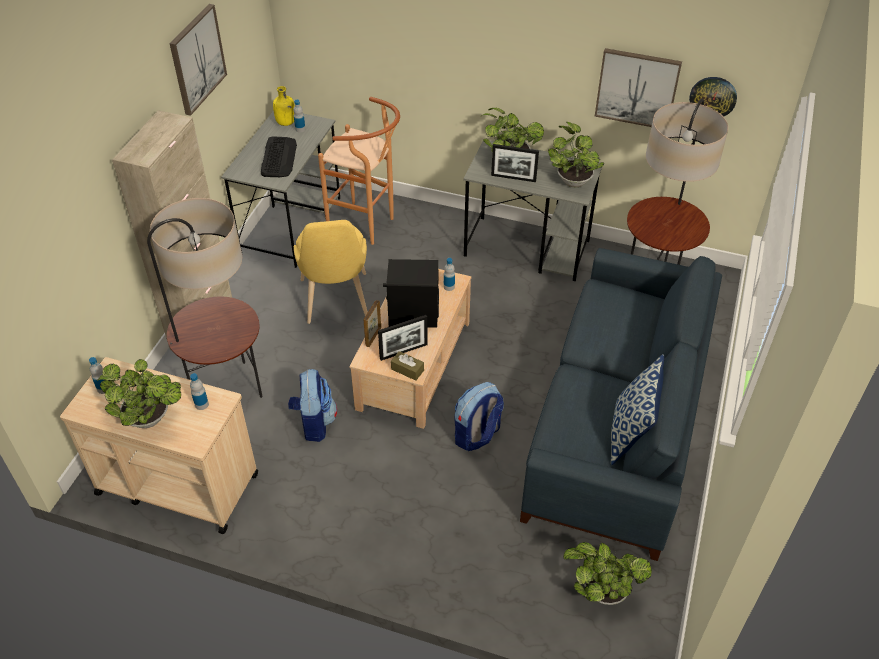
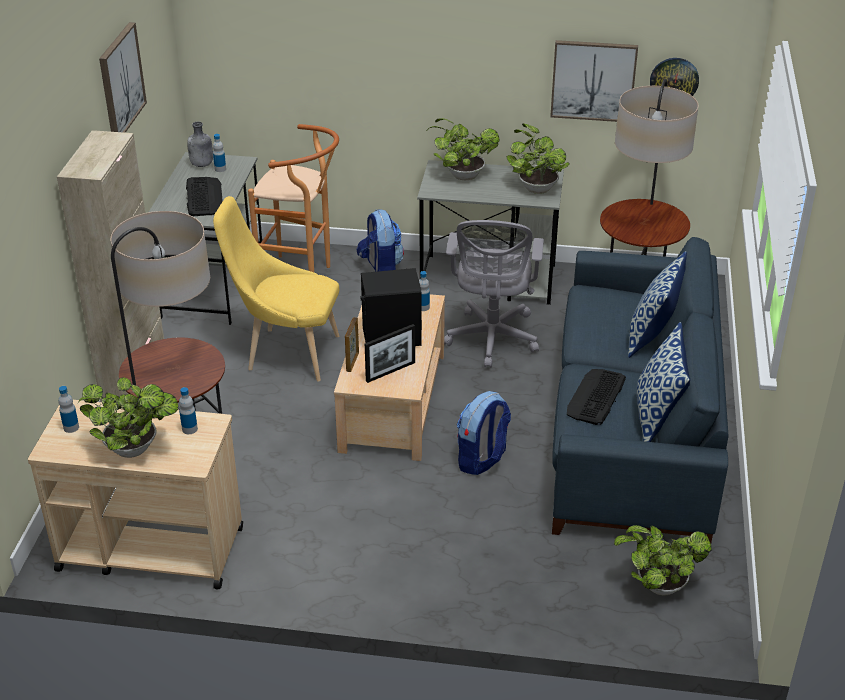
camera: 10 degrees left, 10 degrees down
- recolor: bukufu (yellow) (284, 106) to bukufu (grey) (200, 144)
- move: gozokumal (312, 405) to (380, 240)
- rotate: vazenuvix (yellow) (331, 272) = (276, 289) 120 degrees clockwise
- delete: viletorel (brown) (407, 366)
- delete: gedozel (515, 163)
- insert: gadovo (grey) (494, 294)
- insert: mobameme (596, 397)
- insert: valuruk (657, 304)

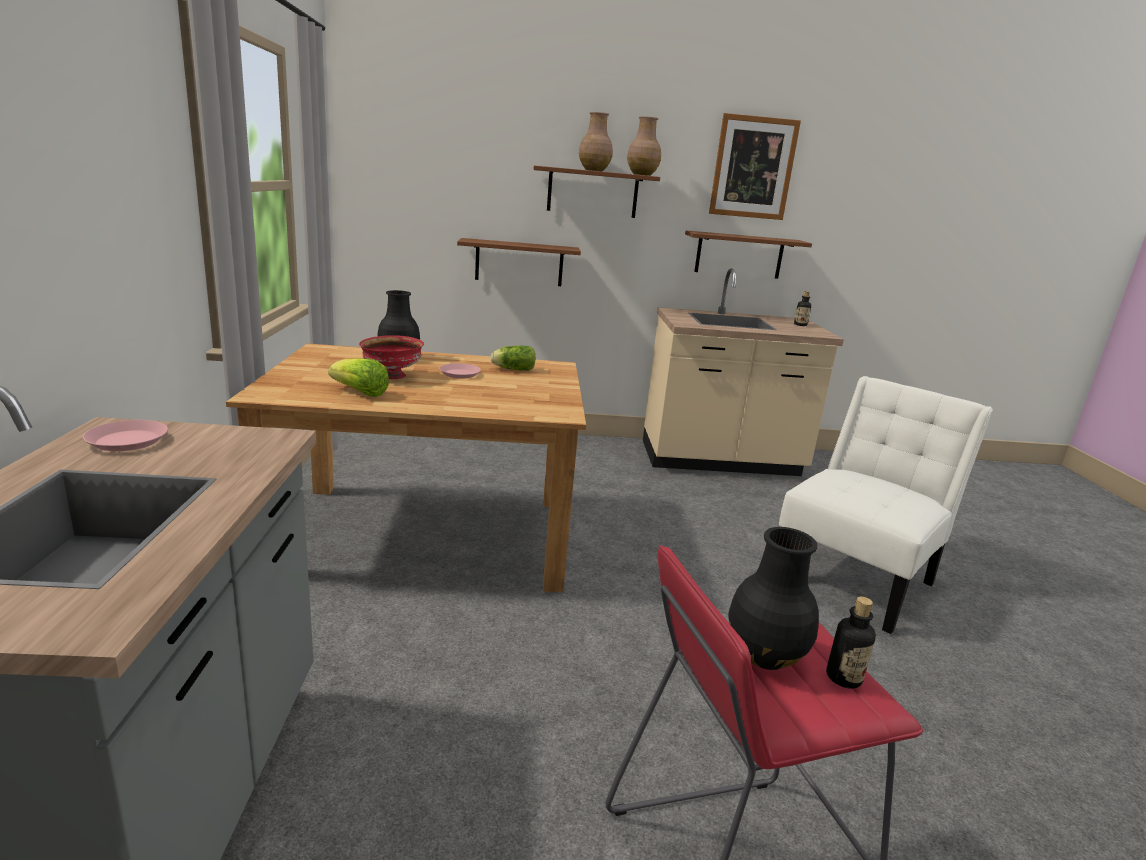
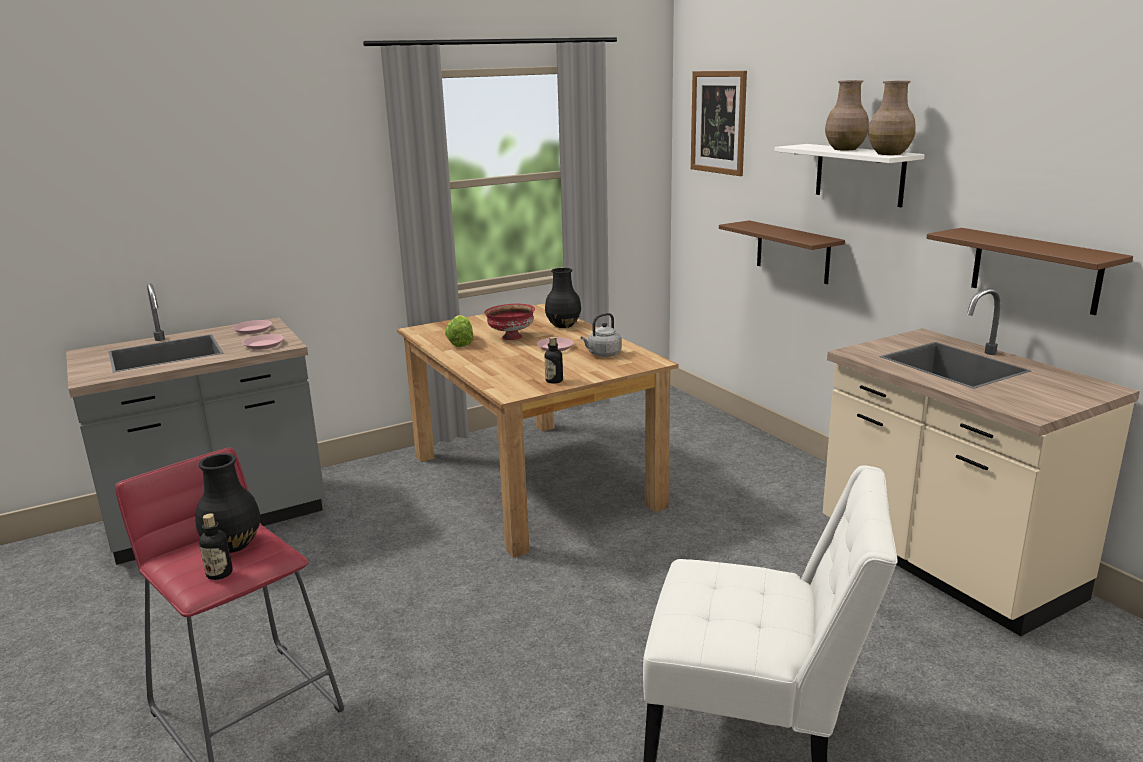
camera: 65 degrees right, 0 degrees up
- replace: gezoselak (512, 358) to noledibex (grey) (601, 335)
- recolor: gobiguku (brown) (596, 192) to gobiguku (white) (850, 175)
- move: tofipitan (755, 166) to (719, 123)
- move: bukufu (802, 308) to (554, 360)
- insert: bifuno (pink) (263, 342)

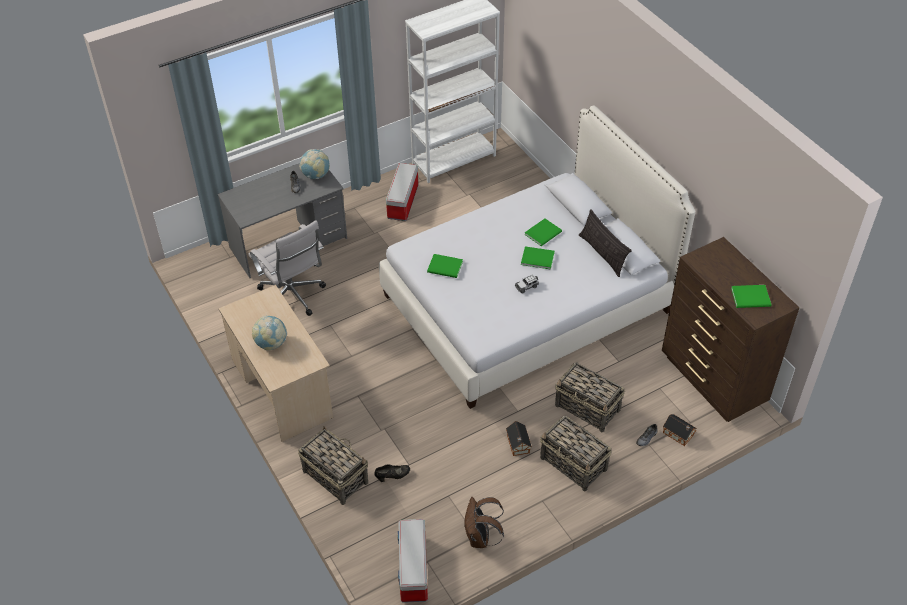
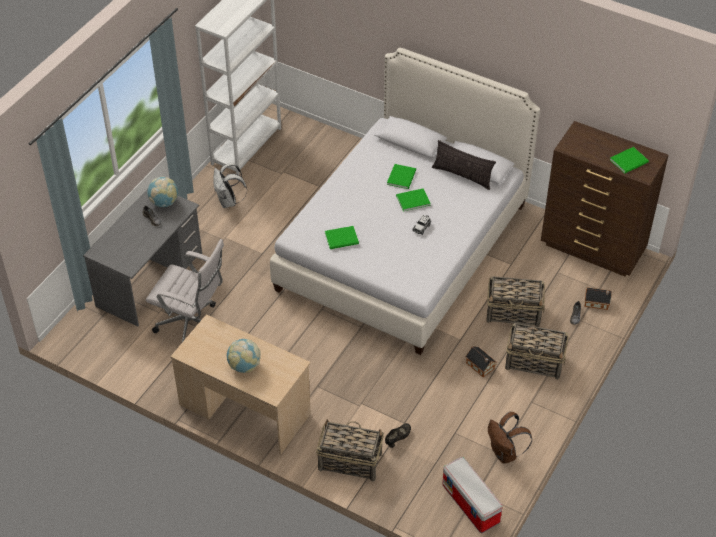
camera: 30 degrees left, 0 degrees up
- replace: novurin (402, 192) to gozokumal (white) (230, 185)

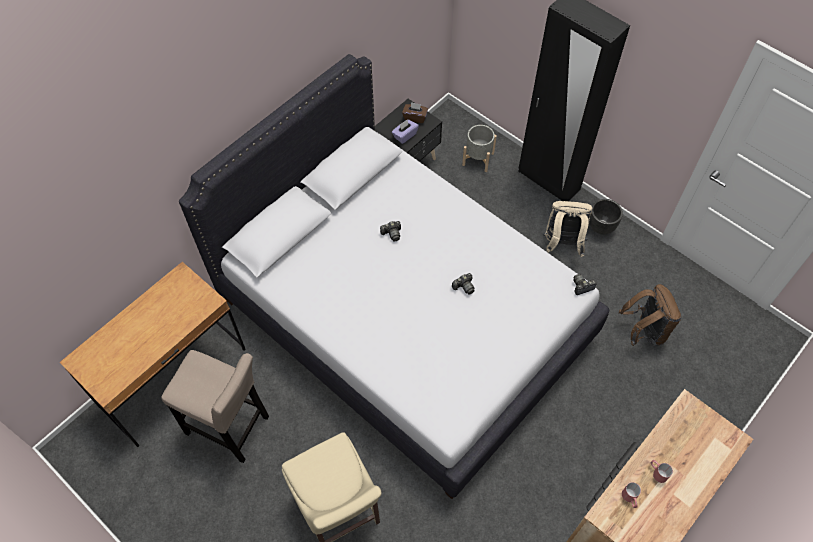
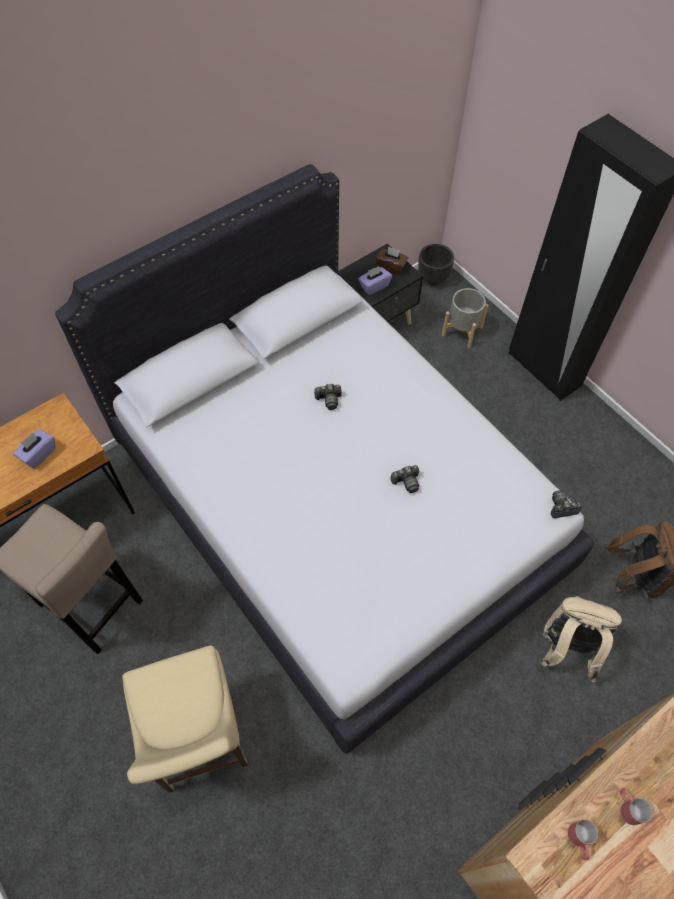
camera: 10 degrees right, 0 degrees up
- move: gozokumal (beige) (568, 229) to (581, 639)
- move: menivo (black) (606, 217) to (436, 264)
- insert: viletorel (purple) (34, 448)

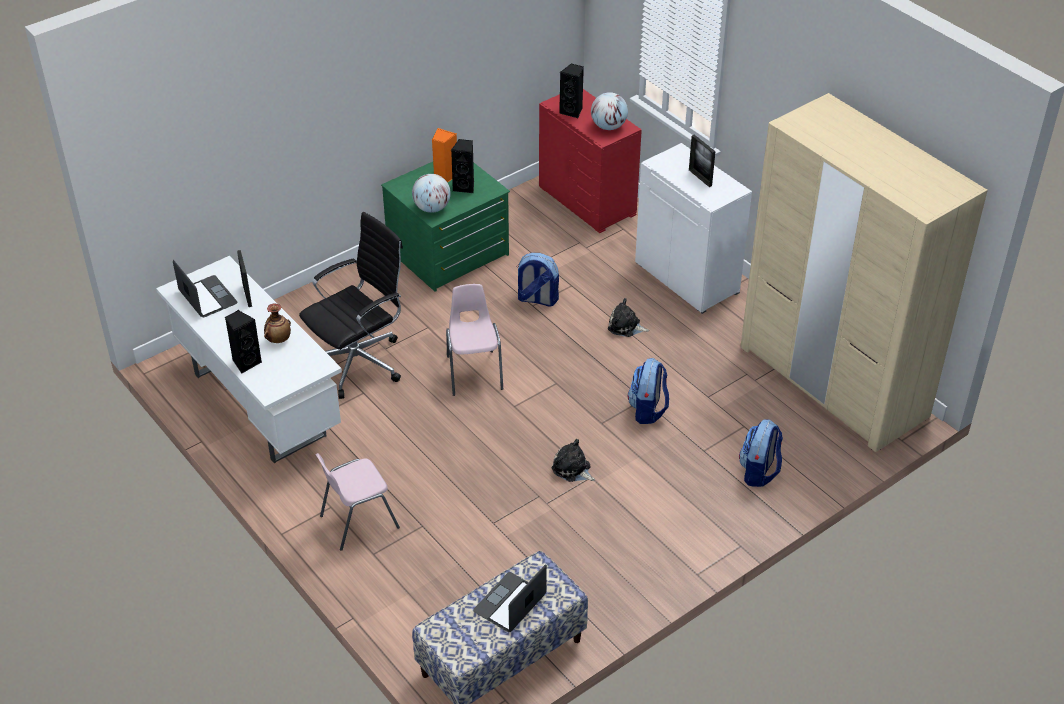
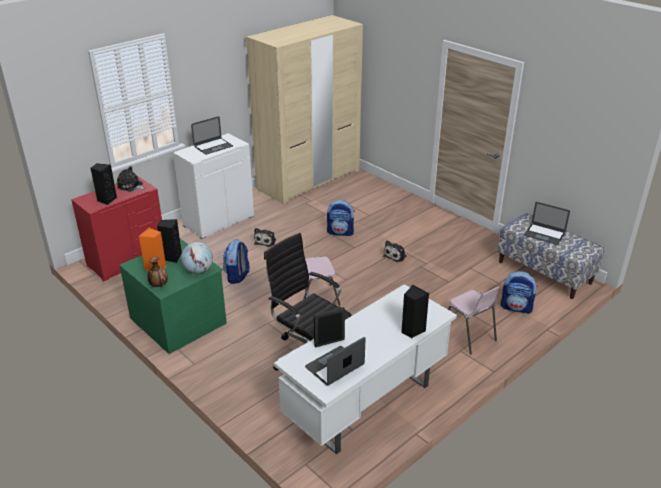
camera: 95 degrees left, 10 degrees down
- move: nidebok (277, 323) to (157, 271)
- replace: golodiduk (609, 111) to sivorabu (131, 179)
- replace: gedozel (702, 161) to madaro (212, 135)
- move: gozokumal (761, 453) to (519, 292)

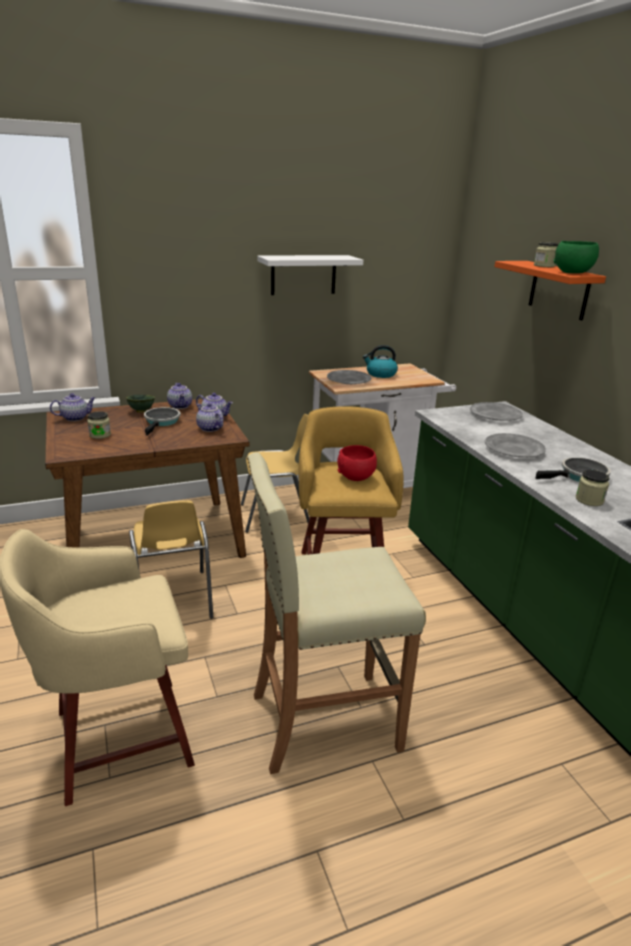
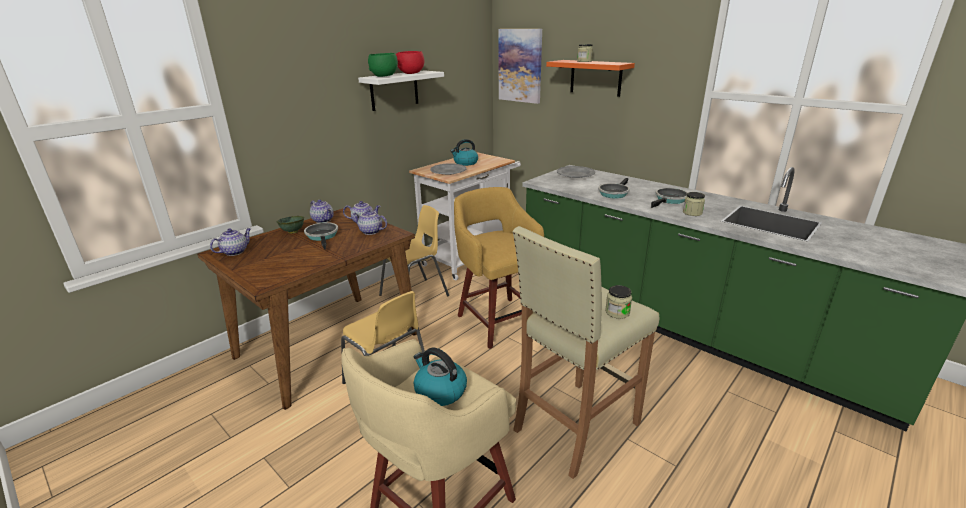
camera: 25 degrees left, 0 degrees up
- move: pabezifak (99, 425) to (618, 302)
- move: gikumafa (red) (357, 463) to (410, 62)
- replace: bifuno (grey) (515, 445) to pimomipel (614, 188)
- move: gikumafa (green) (576, 257) to (383, 65)
- insert: noledibex (440, 377)
- insert: tofipitan (520, 66)

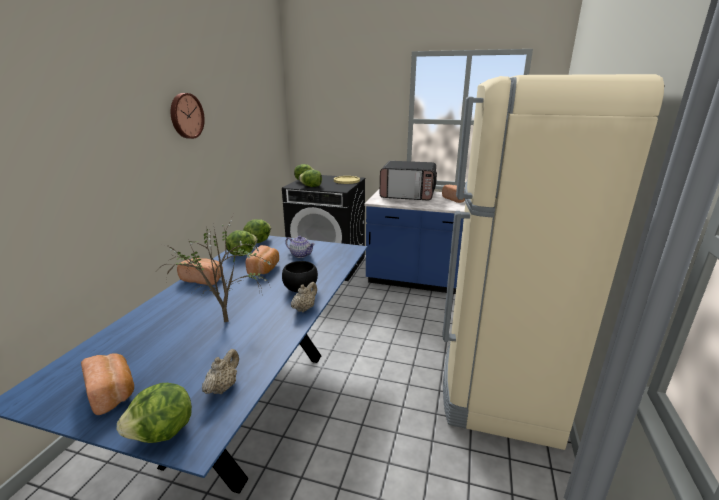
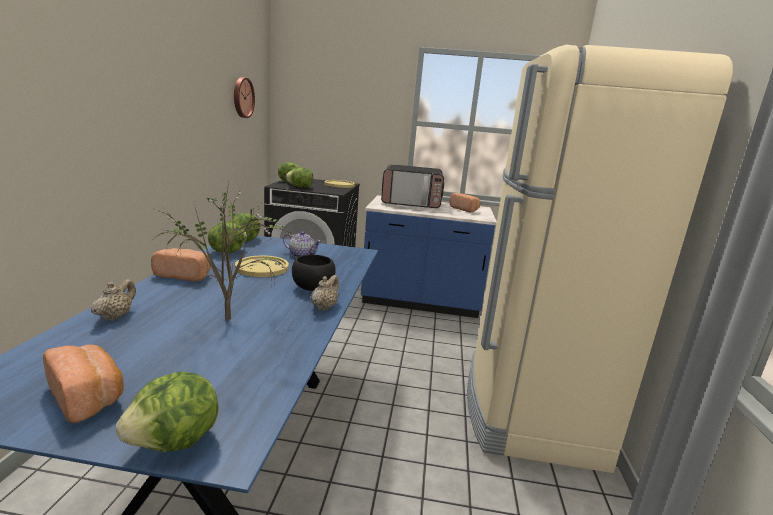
camera: 10 degrees left, 5 degrees down
- move: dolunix (188, 116) to (244, 97)
- move: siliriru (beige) (220, 371) to (113, 300)
- replace: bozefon (262, 260) to bifuno (yellow) (262, 266)

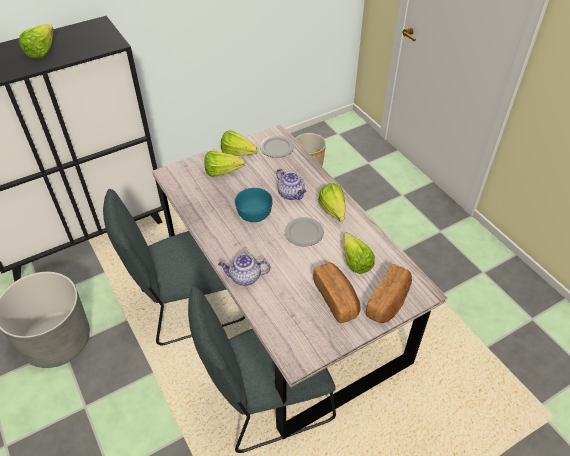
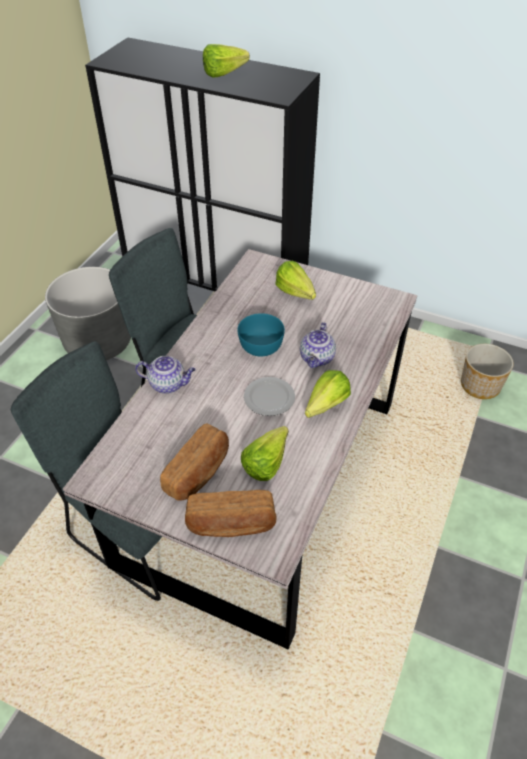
camera: 55 degrees right, 0 degrees up
- rotate: siliriru (244, 270) = (165, 375) 135 degrees clockwise
- delete: gezoselak (239, 143)
- delete: bifuno (277, 147)

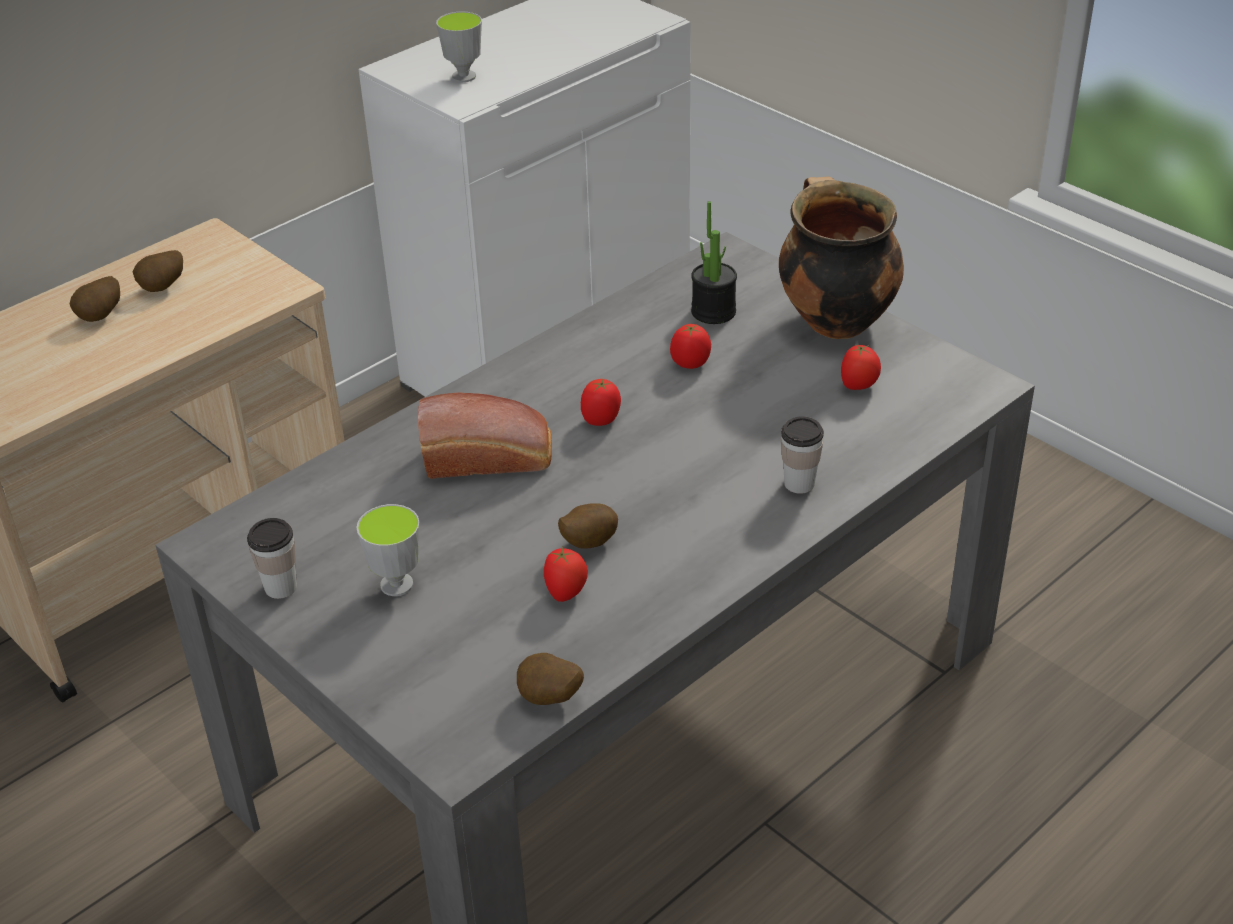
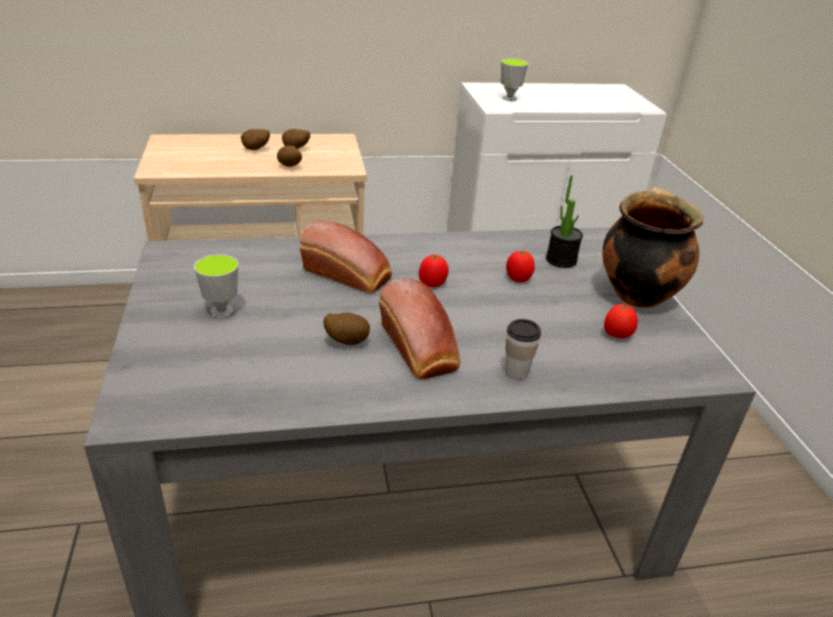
camera: 30 degrees right, 5 degrees down
- delete: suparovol (272, 558)
- move: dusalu (550, 679) to (289, 156)
- delete: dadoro (566, 574)
- insert: bozefon (419, 328)

